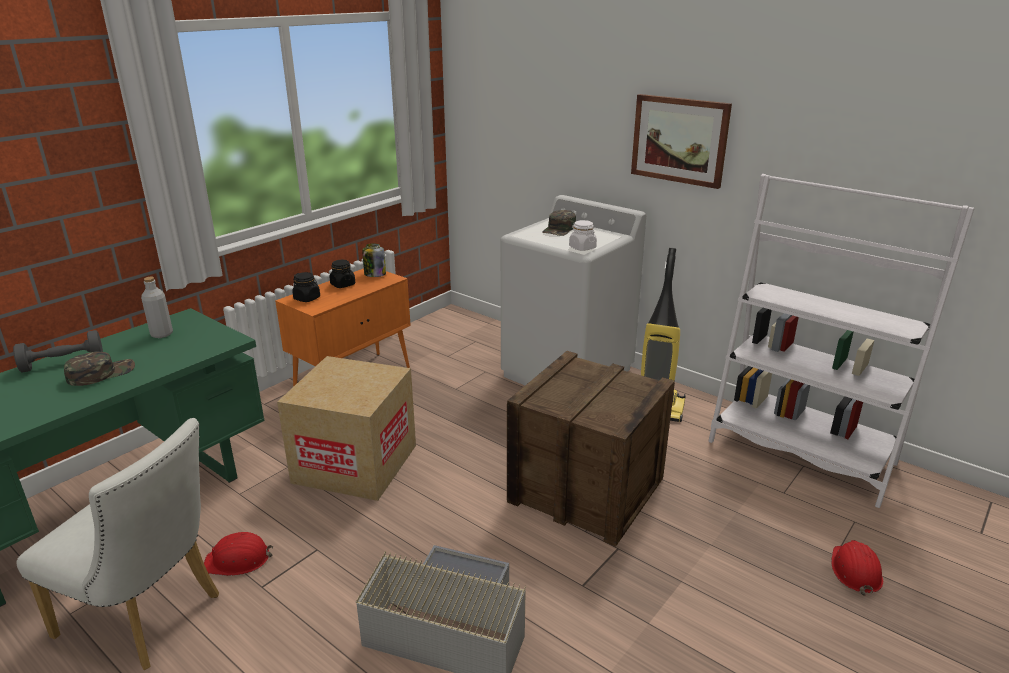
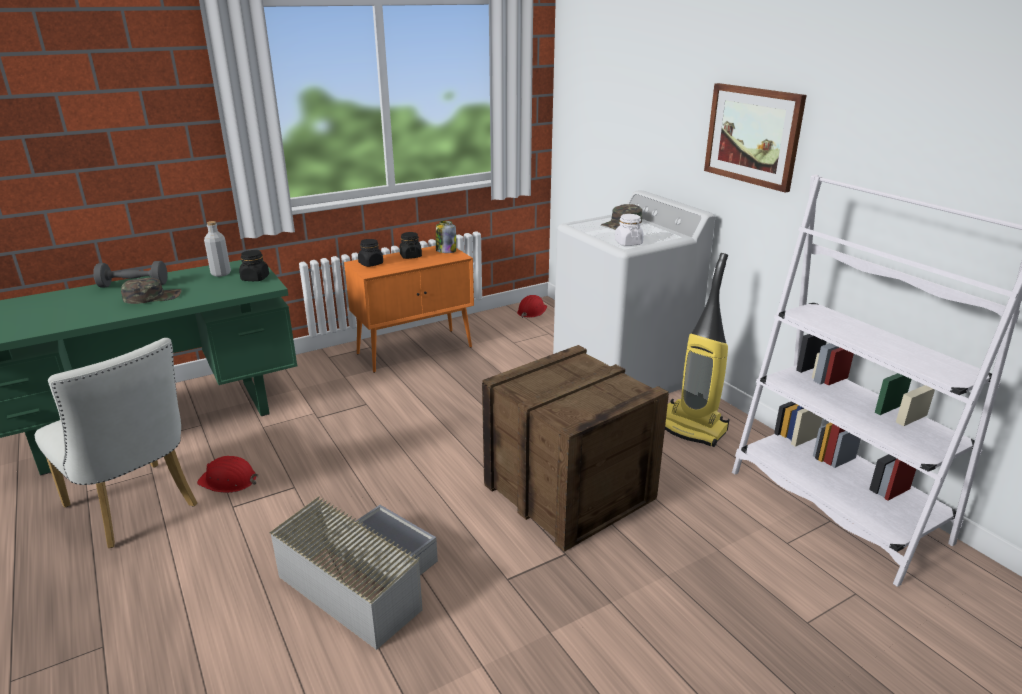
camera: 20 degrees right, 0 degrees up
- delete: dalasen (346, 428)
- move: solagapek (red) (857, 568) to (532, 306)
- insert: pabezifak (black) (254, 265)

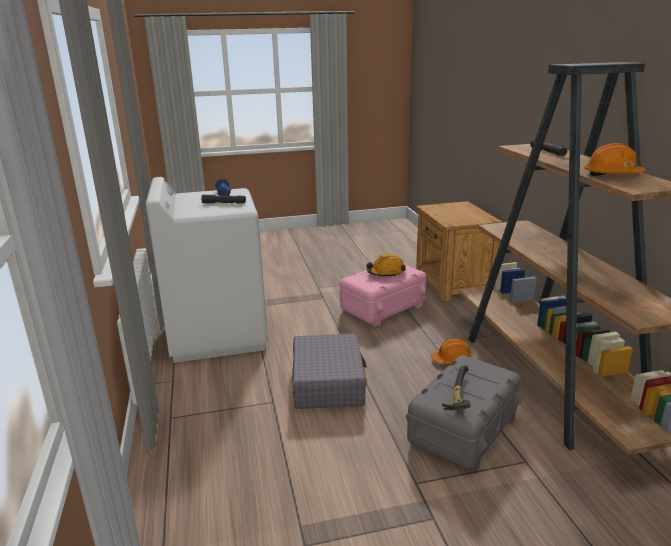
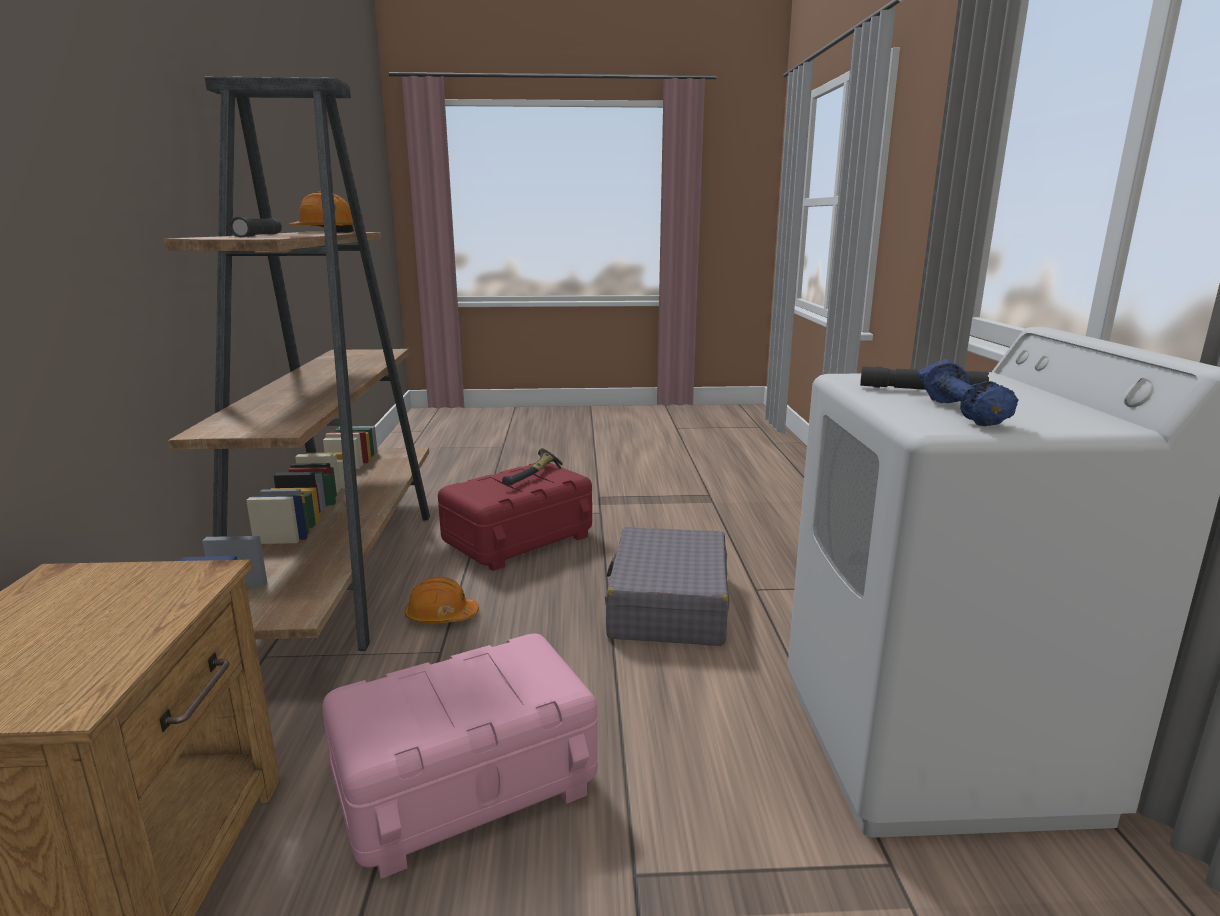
camera: 170 degrees left, 5 degrees down
- delete: solagapek (orange) (386, 265)
- recolor: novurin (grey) (463, 413) to novurin (red) (515, 517)

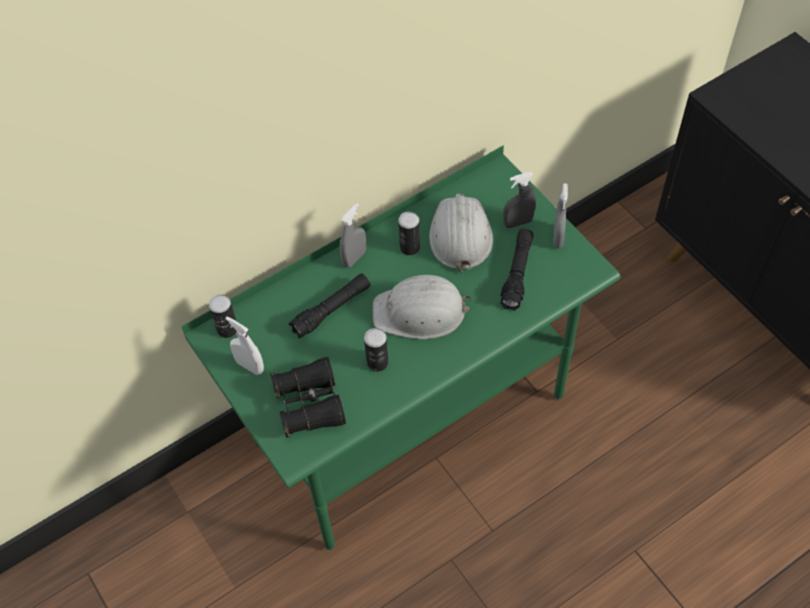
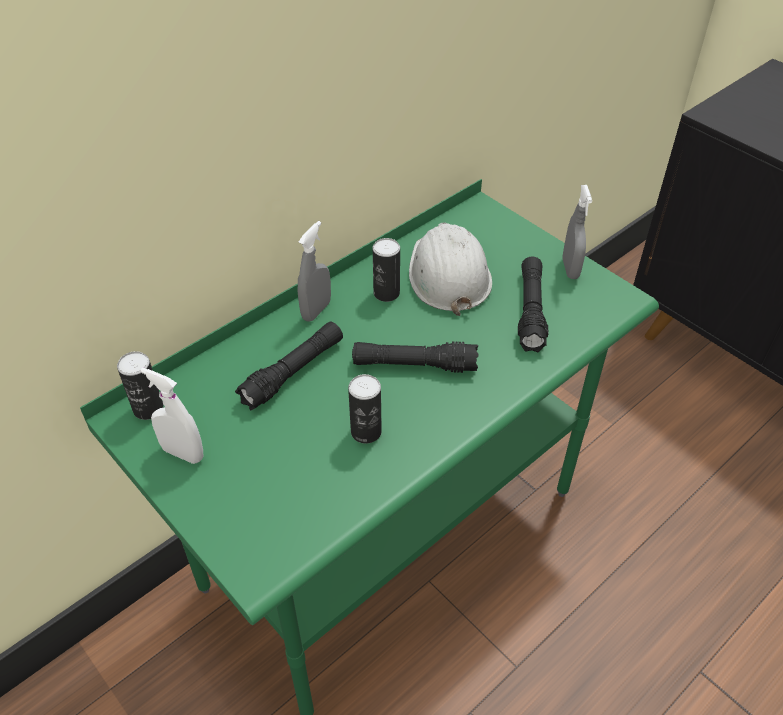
camera: 10 degrees left, 10 degrees down
- delete: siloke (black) (308, 397)
- replace: solagapek (white) (421, 307) to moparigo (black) (415, 357)
- delete: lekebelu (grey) (519, 200)

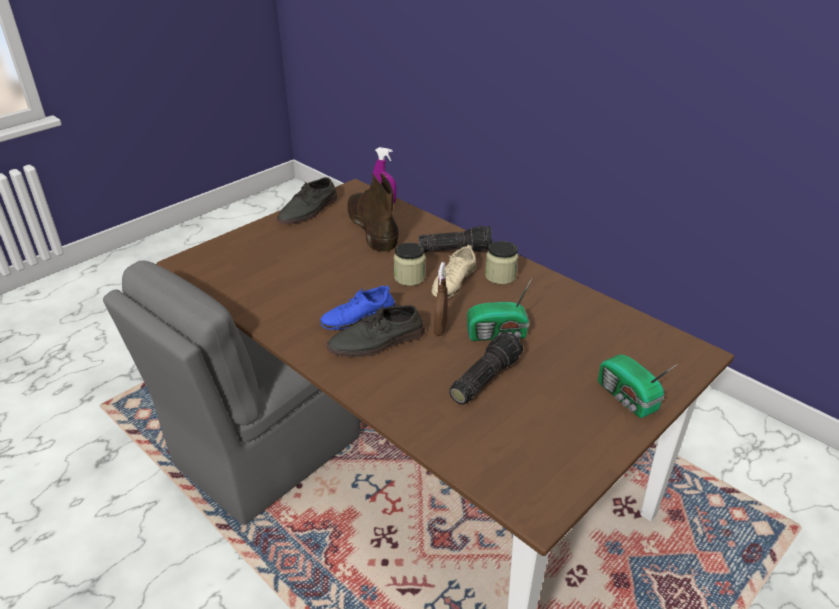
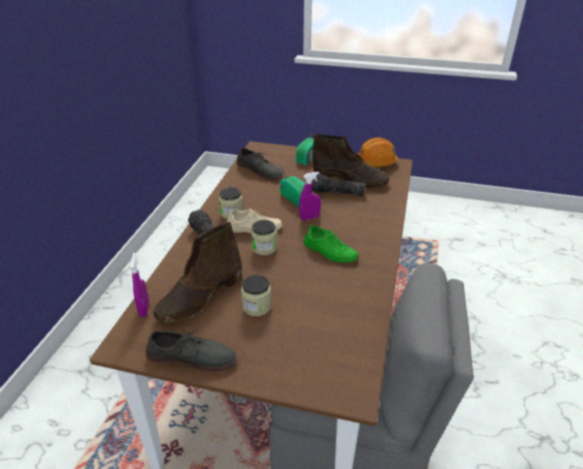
camera: 120 degrees left, 0 degrees up
- recolor: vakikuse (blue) (358, 307) to vakikuse (green) (331, 243)
- move: vakikuse (grey) (376, 331) to (260, 164)
- recolor: lekebelu (brown) (440, 299) to lekebelu (purple) (310, 196)
- insert: pabezifak (256, 295)
- insert: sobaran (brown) (351, 161)
- insert: solagapek (orange) (378, 152)

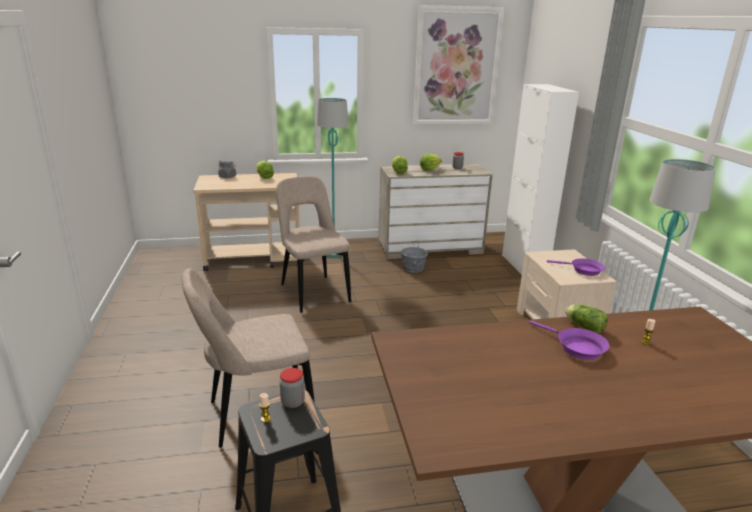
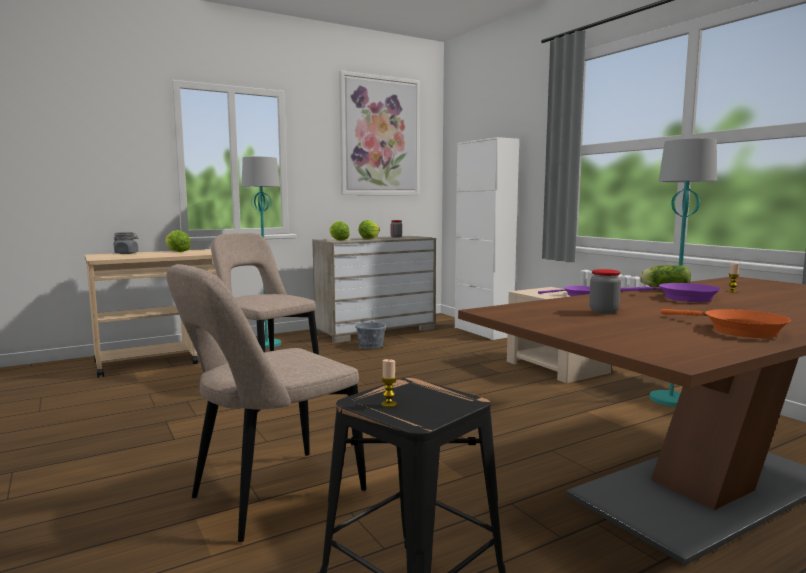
camera: 20 degrees left, 15 degrees down
- move: pabezifak (292, 388) to (605, 291)
- insert: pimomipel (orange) (726, 323)

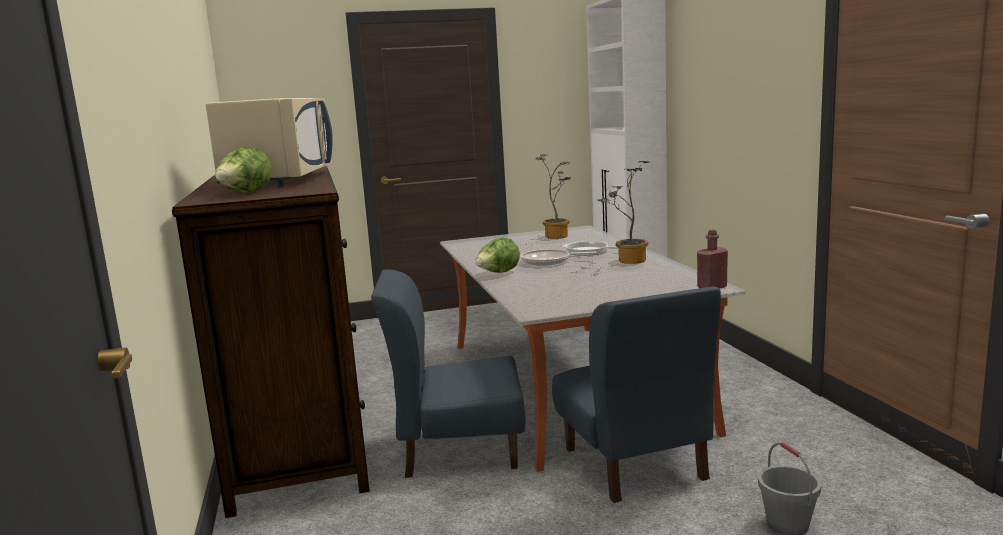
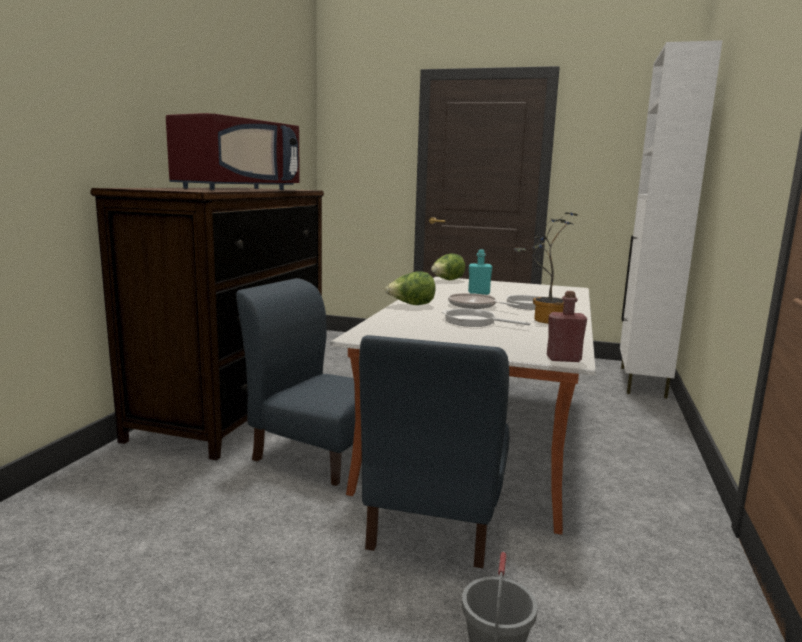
camera: 30 degrees right, 0 degrees up
- recolor: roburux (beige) (269, 142) to roburux (red) (233, 151)
- move: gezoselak (243, 170) to (448, 266)
- delete: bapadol (553, 196)
- insert: pimomipel (486, 318)
- insert: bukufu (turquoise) (480, 272)

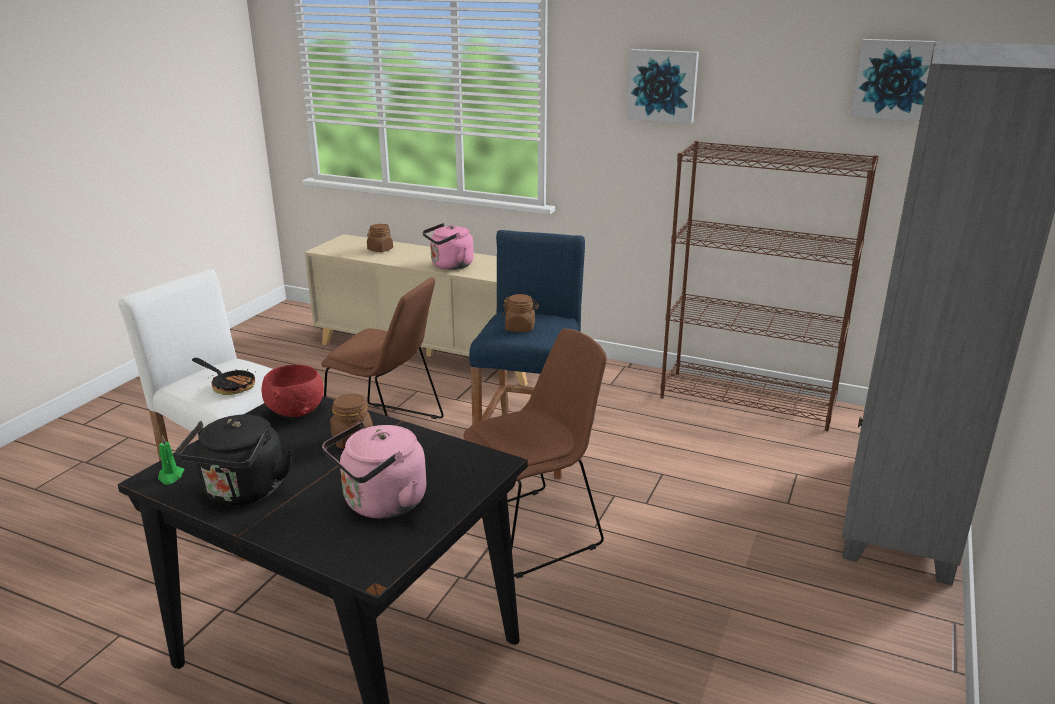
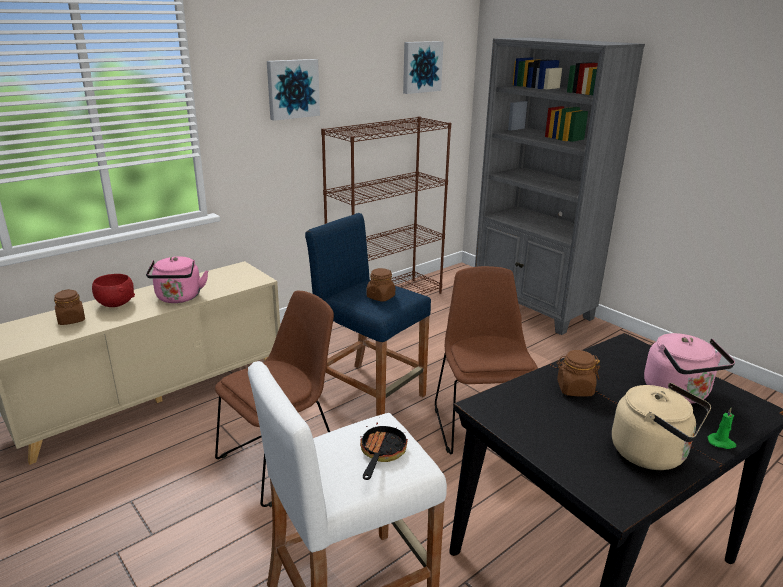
camera: 65 degrees left, 0 degrees up
- move: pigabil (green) (171, 460) to (722, 428)
- recolor: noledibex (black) (234, 459) to noledibex (beige) (661, 426)
- rotate: pimomipel (224, 376) = (384, 451) 45 degrees counterclockwise
- move: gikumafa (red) (293, 391) to (113, 290)

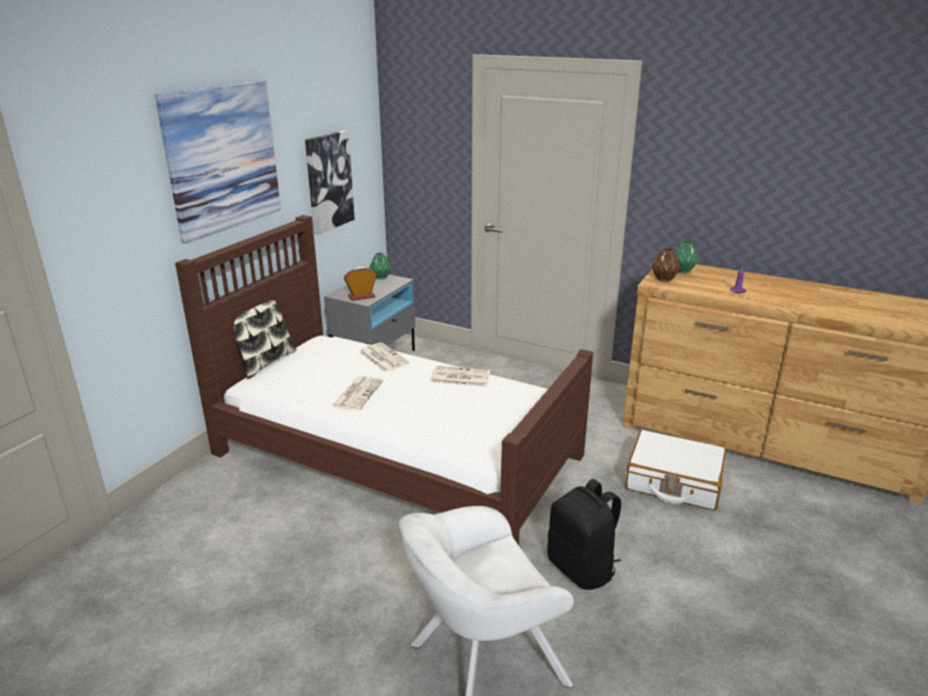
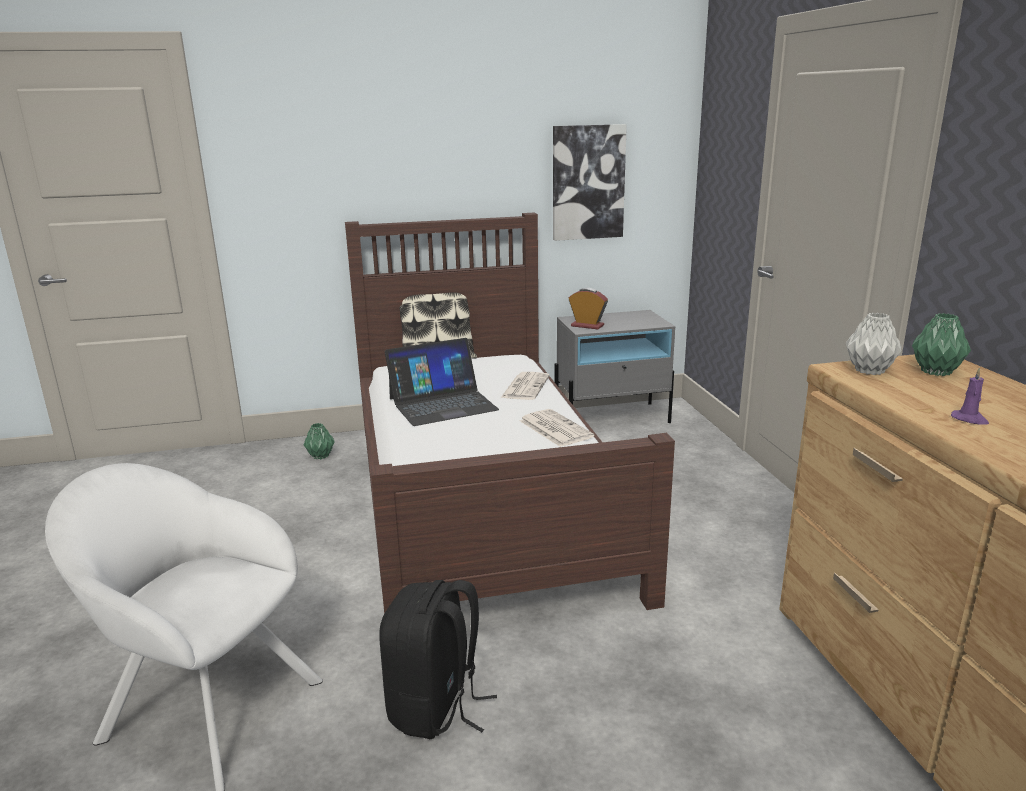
camera: 50 degrees right, 5 degrees down
- delete: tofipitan (218, 162)
- replace: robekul (357, 393) to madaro (442, 382)
- move: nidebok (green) (380, 265) to (319, 441)
- delete: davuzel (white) (676, 470)
- recolor: nidebok (brown) (666, 265) to nidebok (grey) (874, 344)

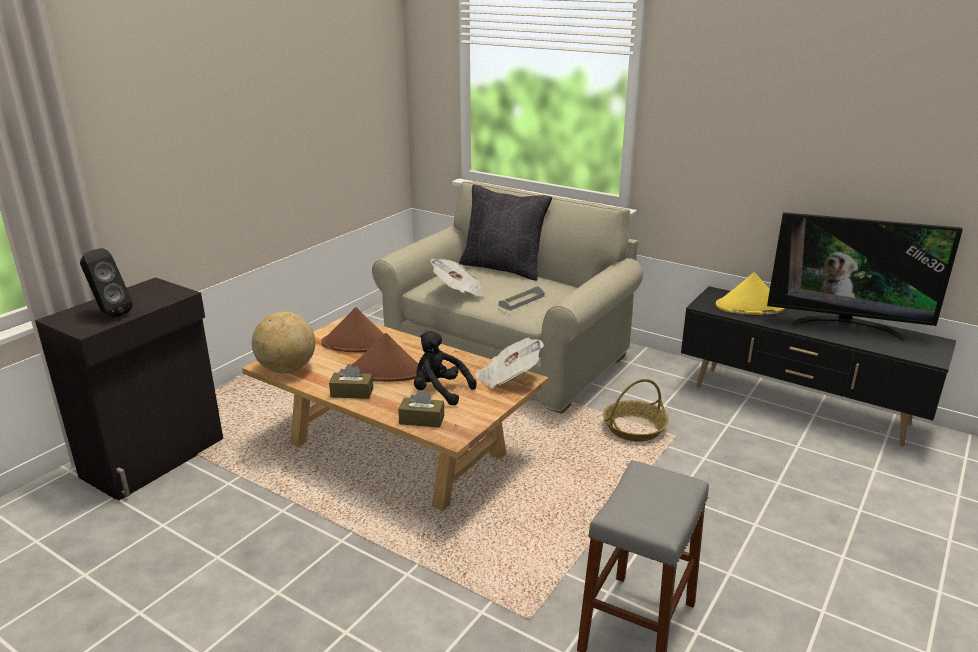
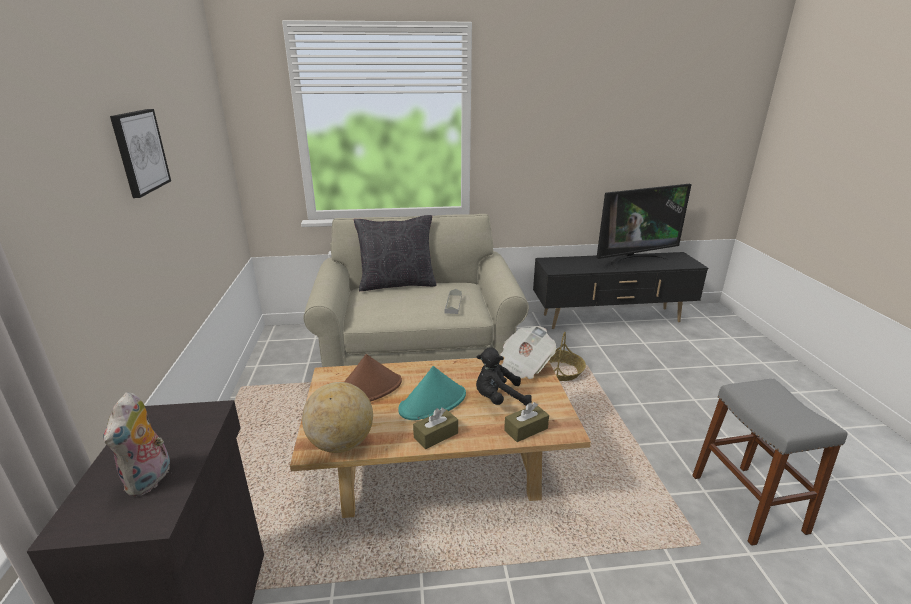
camera: 40 degrees left, 0 degrees up
- replace: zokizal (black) (106, 283) to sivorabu (136, 444)
- recolor: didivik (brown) (385, 357) to didivik (turquoise) (432, 393)
- delete: robekul (457, 278)
- delete: didivik (yellow) (750, 293)
- insert: tofipitan (140, 153)

